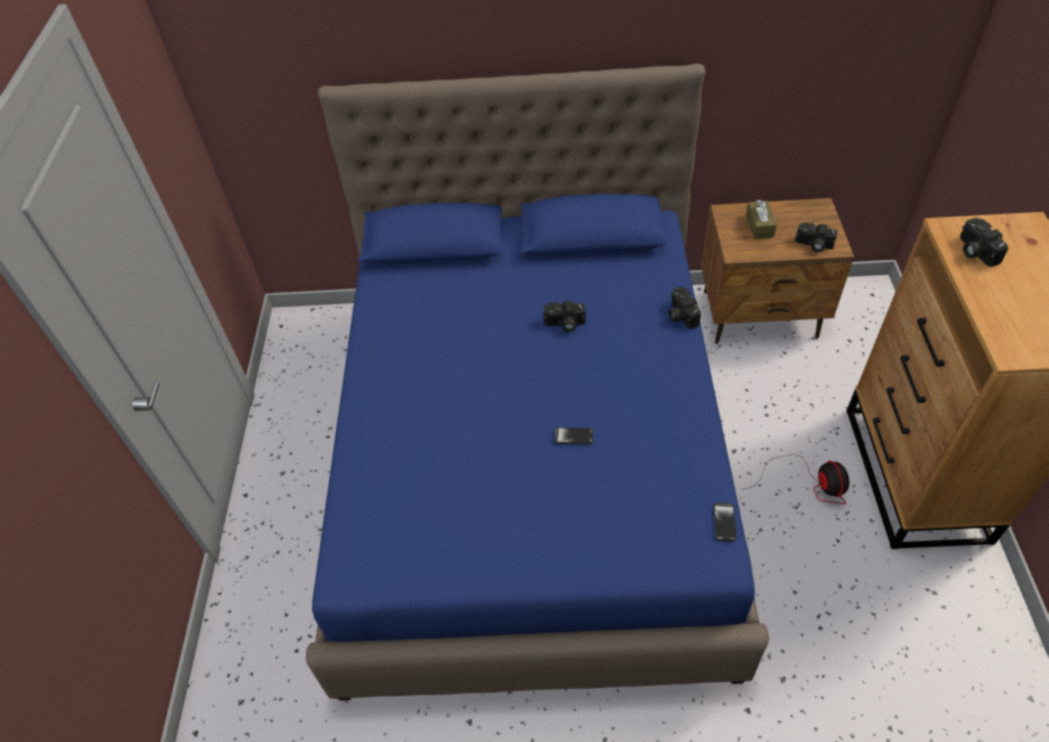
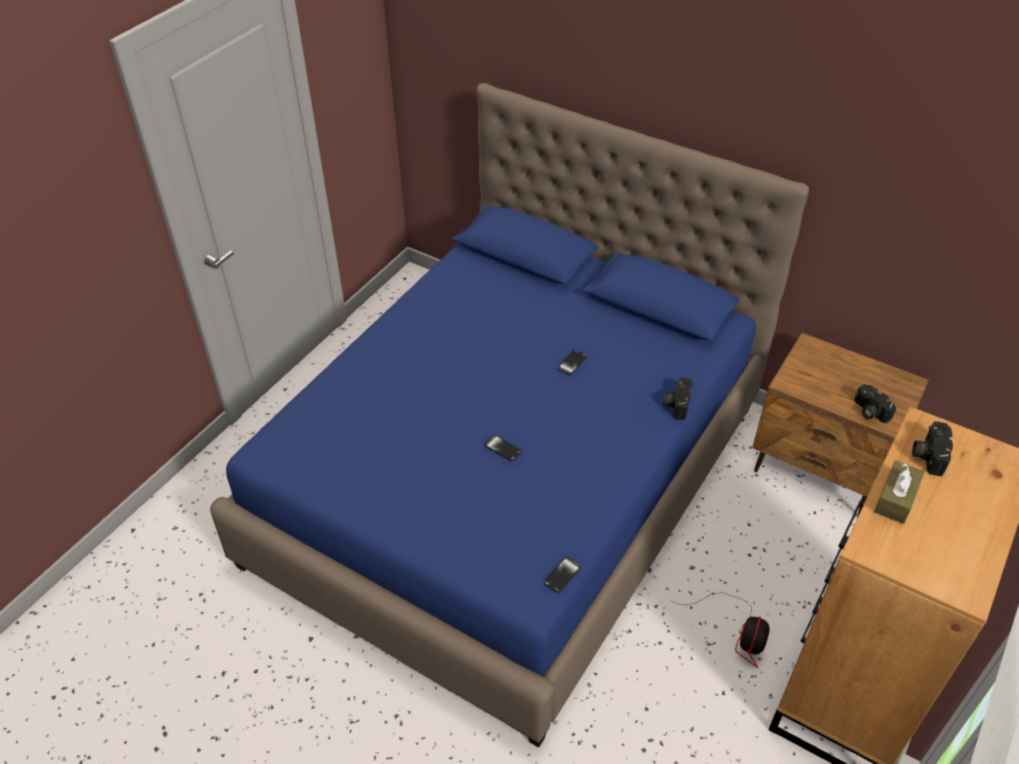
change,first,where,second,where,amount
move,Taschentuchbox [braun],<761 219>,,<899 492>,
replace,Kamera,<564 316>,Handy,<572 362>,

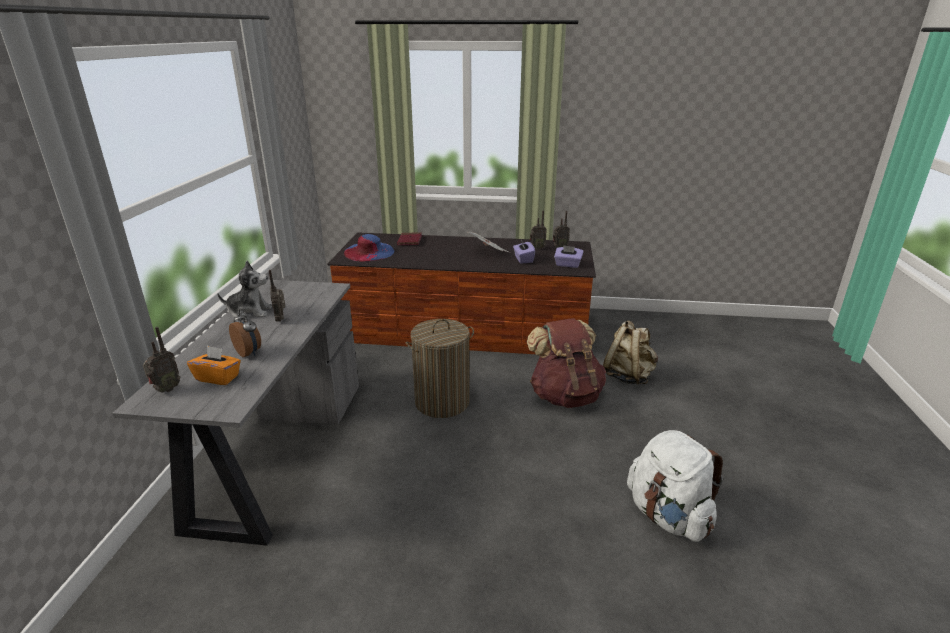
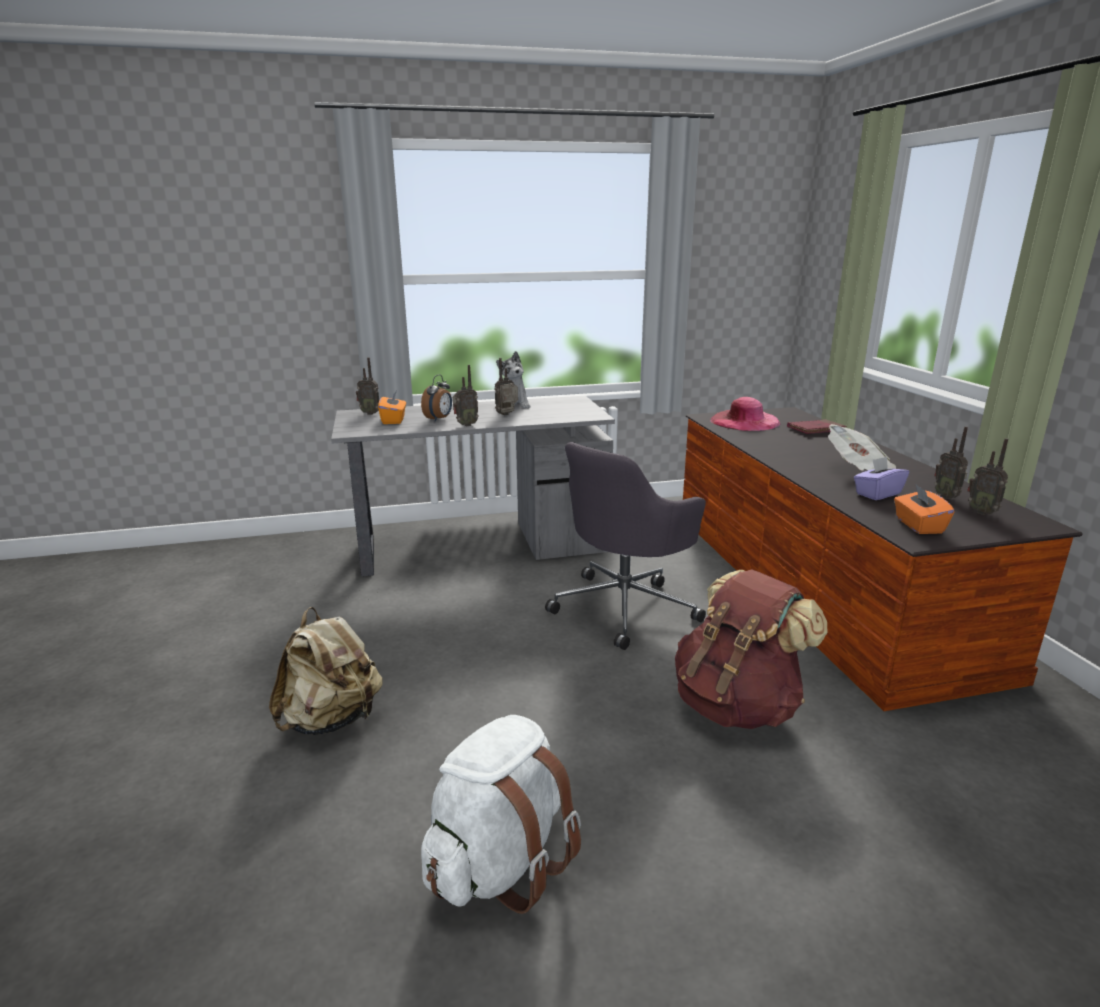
change,first,where,second,where,amount
recolor,Hut [blau],<369 247>,Hut [rosa],<745 414>,
recolor,Taschentuchbox [lila],<569 256>,Taschentuchbox [orange],<924 509>,
replace,Wäschekorb,<440 368>,Bürostuhl [grau],<625 546>,
move,Rucksack [beige],<630 352>,,<326 671>,
insert,,,Radio,<466 395>,

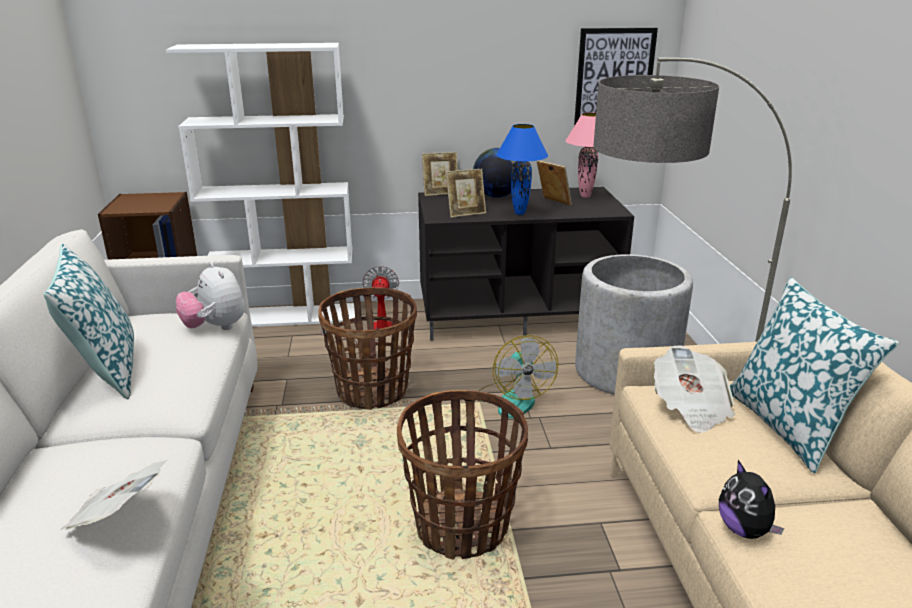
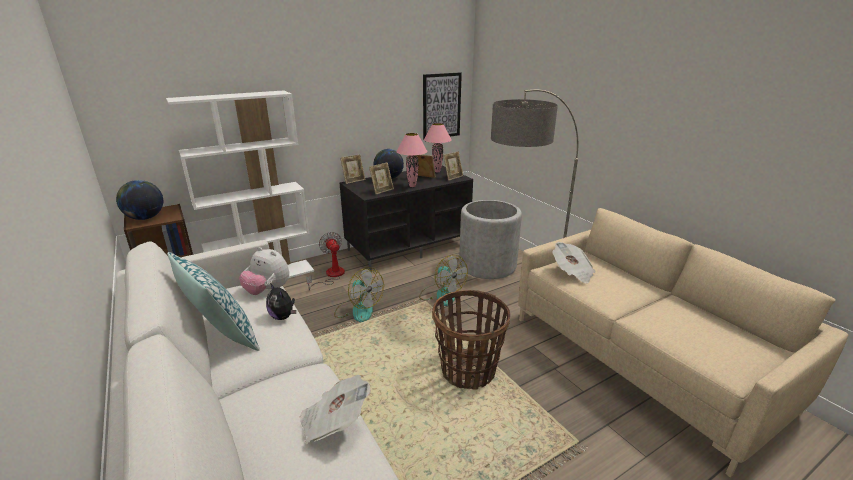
change,first,where,second,where,amount
recolor,Tischlampe [blau],<522 169>,Tischlampe [rosa],<412 160>,
delete,Kissen,<814 375>,,,
replace,Korb,<367 348>,Ventilator,<359 295>,
move,Plüschtier,<751 499>,,<281 301>,
insert,,,Bilderrahmen,<453 166>,
insert,,,Globus,<139 200>,

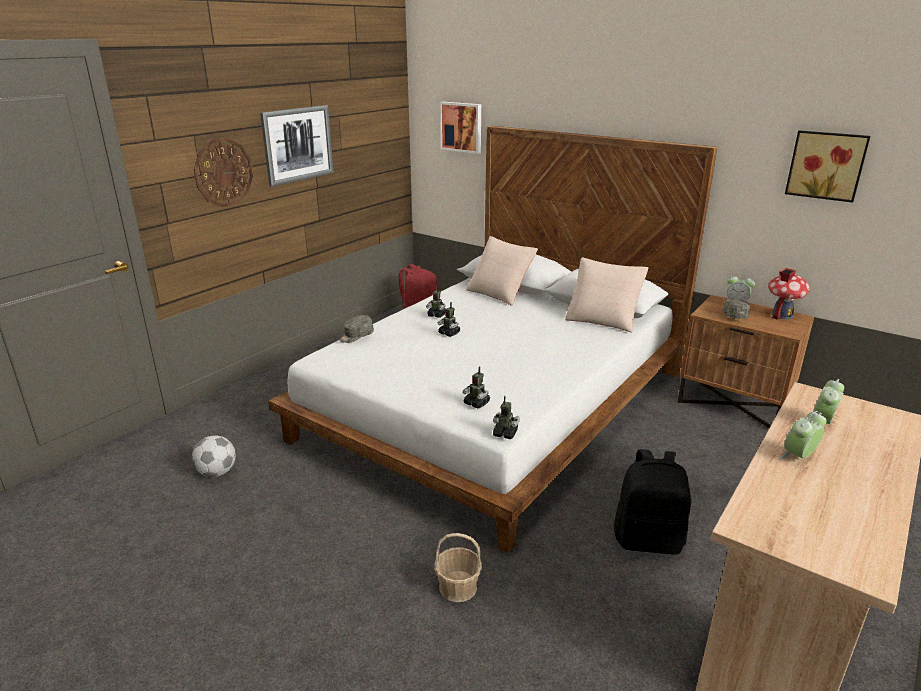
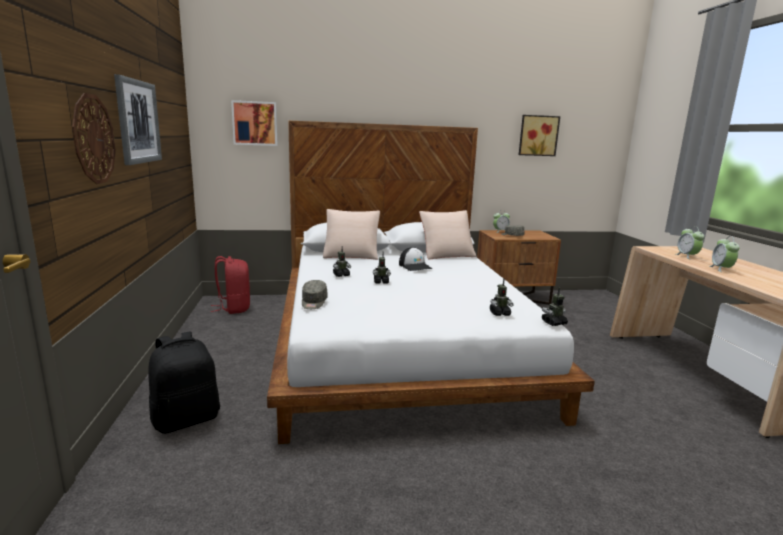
change,first,where,second,where,amount
delete,Spielzeughaus,<789 294>,,,
delete,Fußball,<214 456>,,,
move,Rucksack [schwarz],<652 502>,,<184 382>,
delete,Korb,<458 567>,,,
insert,,,Kappe,<415 259>,

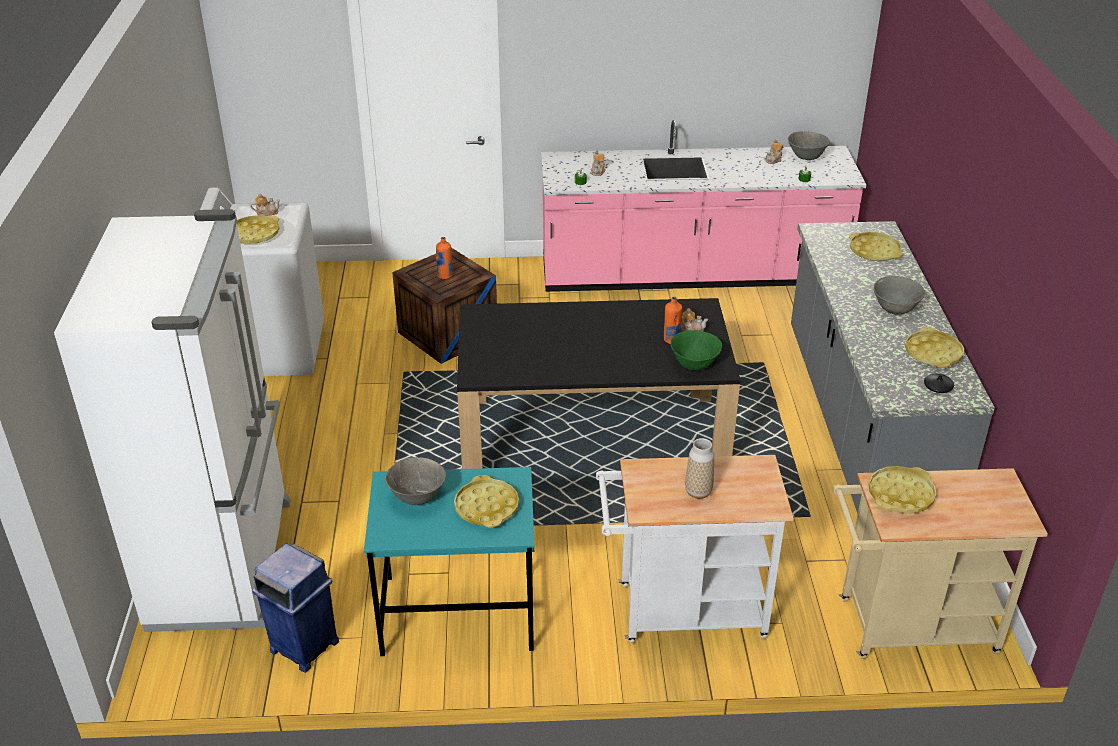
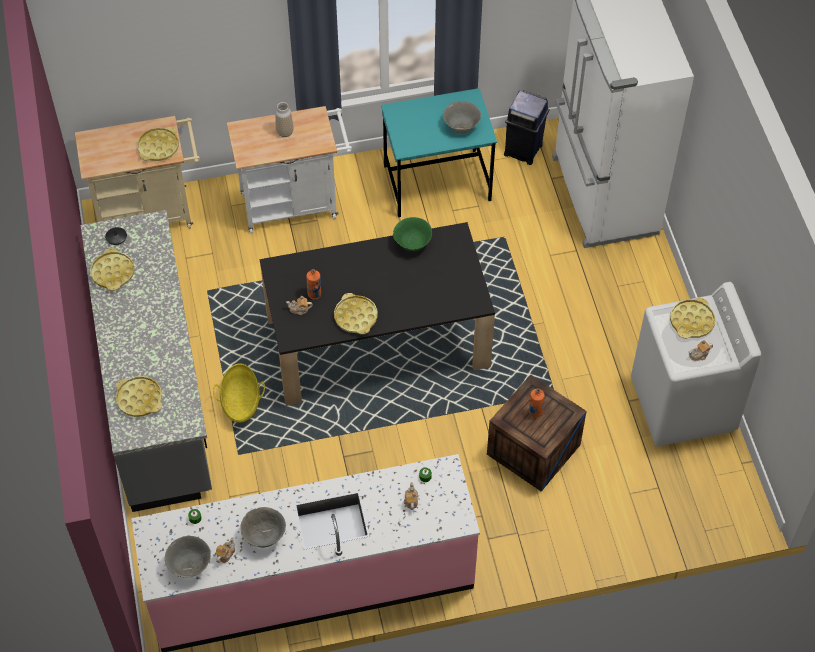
change,first,where,second,where,amount
move,Schüssel [grau],<899 295>,,<263 527>,
move,Schüssel [grün],<696 350>,,<412 234>,
move,Tablett [gelb],<486 501>,,<356 314>,
insert,,,Korb,<239 393>,

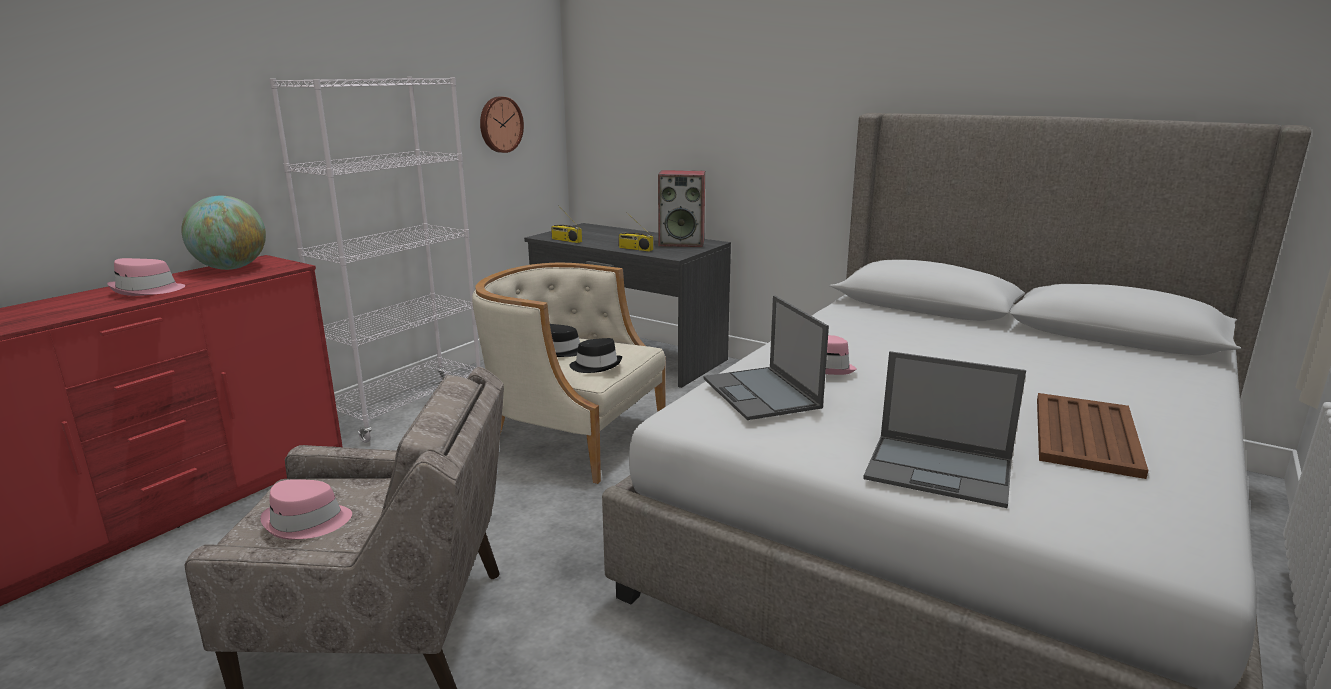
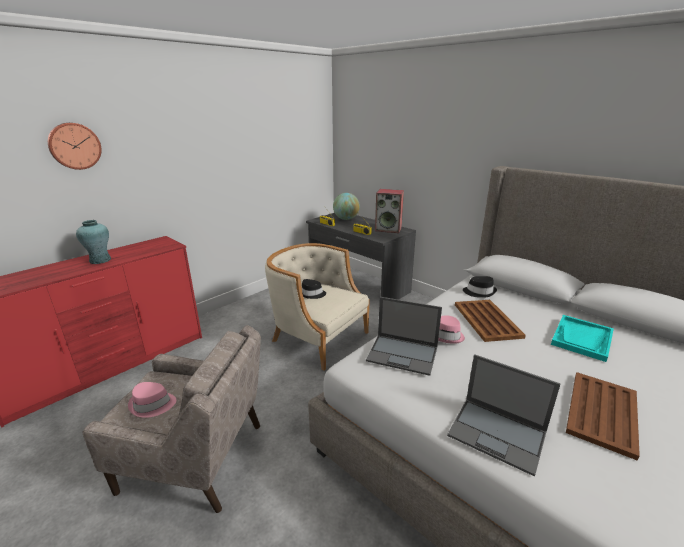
change,first,where,second,where,amount
delete,Bücherregal [weiß],<374 260>,,,
move,Wanduhr,<502 125>,,<75 146>,
move,Globus,<223 233>,,<346 206>,
replace,Hut [rosa],<146 277>,Vase [türkis],<93 242>,
rotate,Laptop,<766 358>,,<404 336>,60 degrees counterclockwise
move,Hut [schwarz],<595 355>,,<480 287>,
insert,,,Tablett [braun],<490 321>,
insert,,,Tablett [türkis],<582 338>,

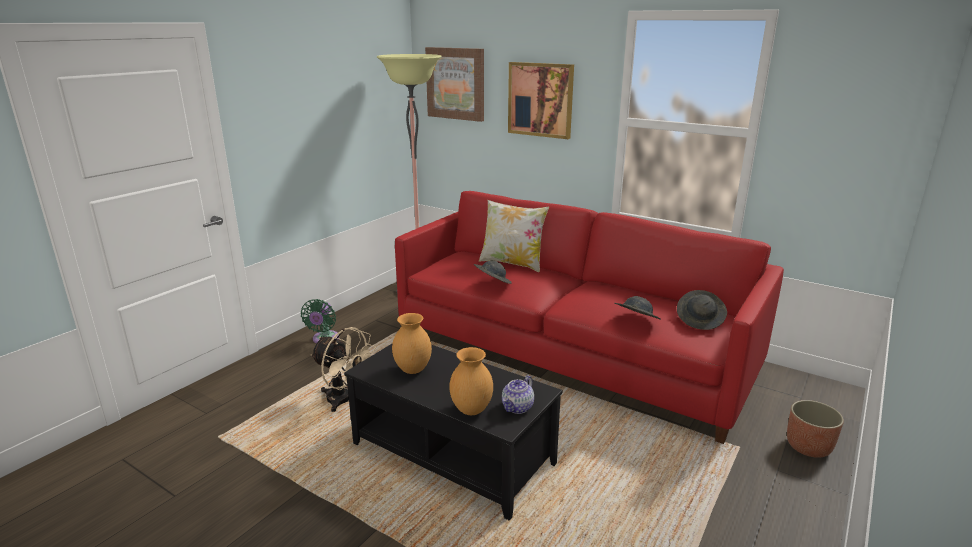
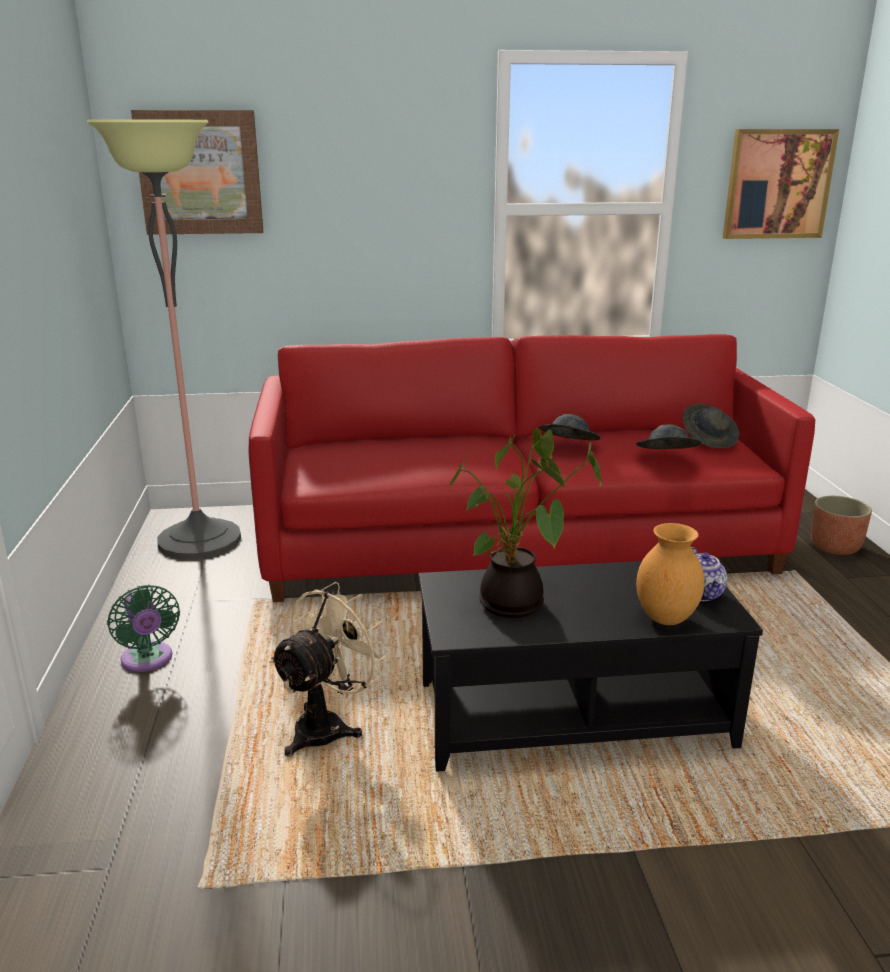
change,first,where,second,where,amount
move,Bild,<541 100>,,<781 184>,
delete,Kissen,<514 236>,,,
move,Hut [grau],<493 272>,,<570 427>,
replace,Vase [braun],<412 343>,Topfpflanze,<525 523>,
rotate,Ventilator [beige],<343 369>,,<329 669>,45 degrees counterclockwise

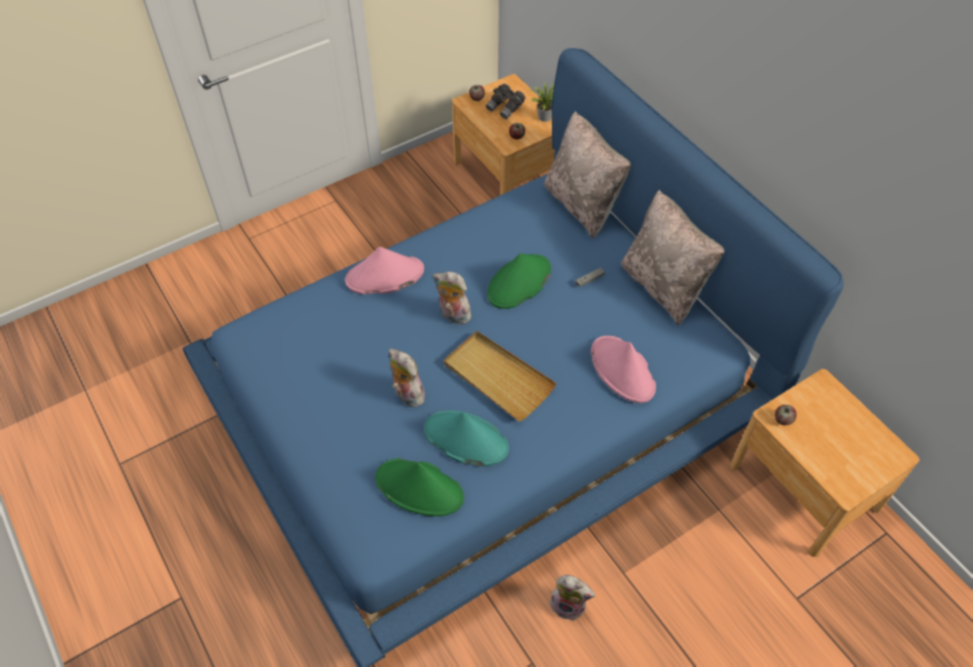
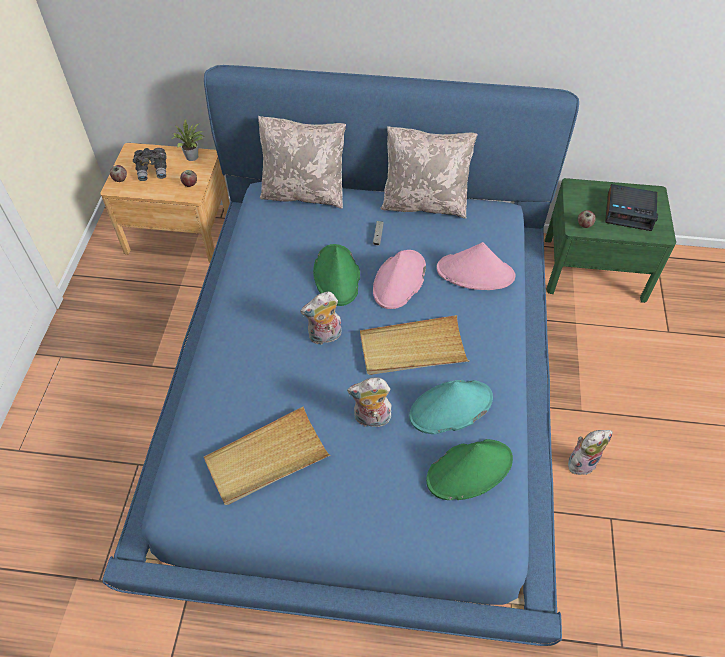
change,first,where,second,where,amount
move,Hut [rosa],<384 270>,,<399 279>,
recolor,Nachttisch [braun],<825 463>,Nachttisch [grün],<610 240>,
insert,,,Wecker,<631 207>,
insert,,,Tablett [beige],<267 456>,

